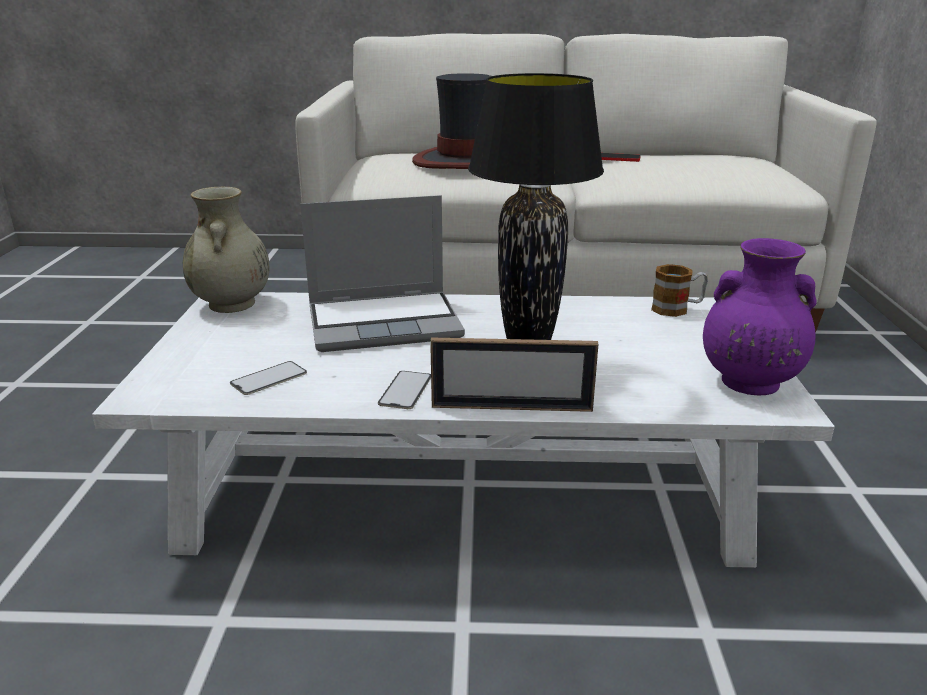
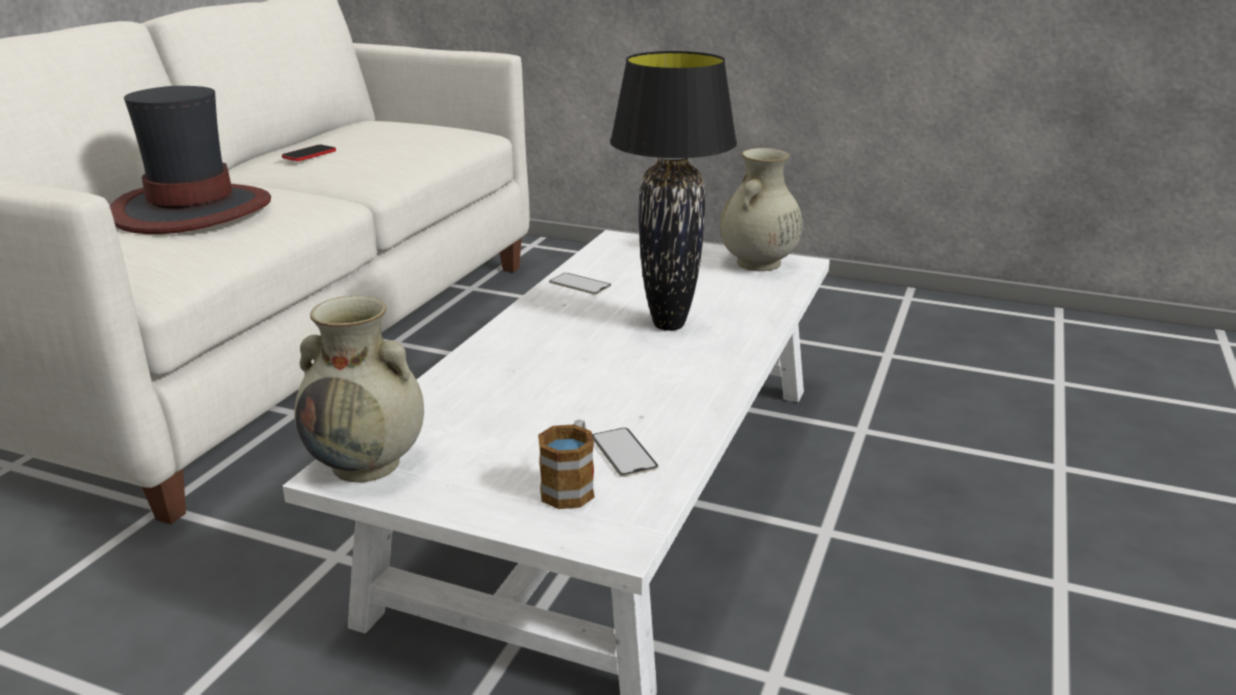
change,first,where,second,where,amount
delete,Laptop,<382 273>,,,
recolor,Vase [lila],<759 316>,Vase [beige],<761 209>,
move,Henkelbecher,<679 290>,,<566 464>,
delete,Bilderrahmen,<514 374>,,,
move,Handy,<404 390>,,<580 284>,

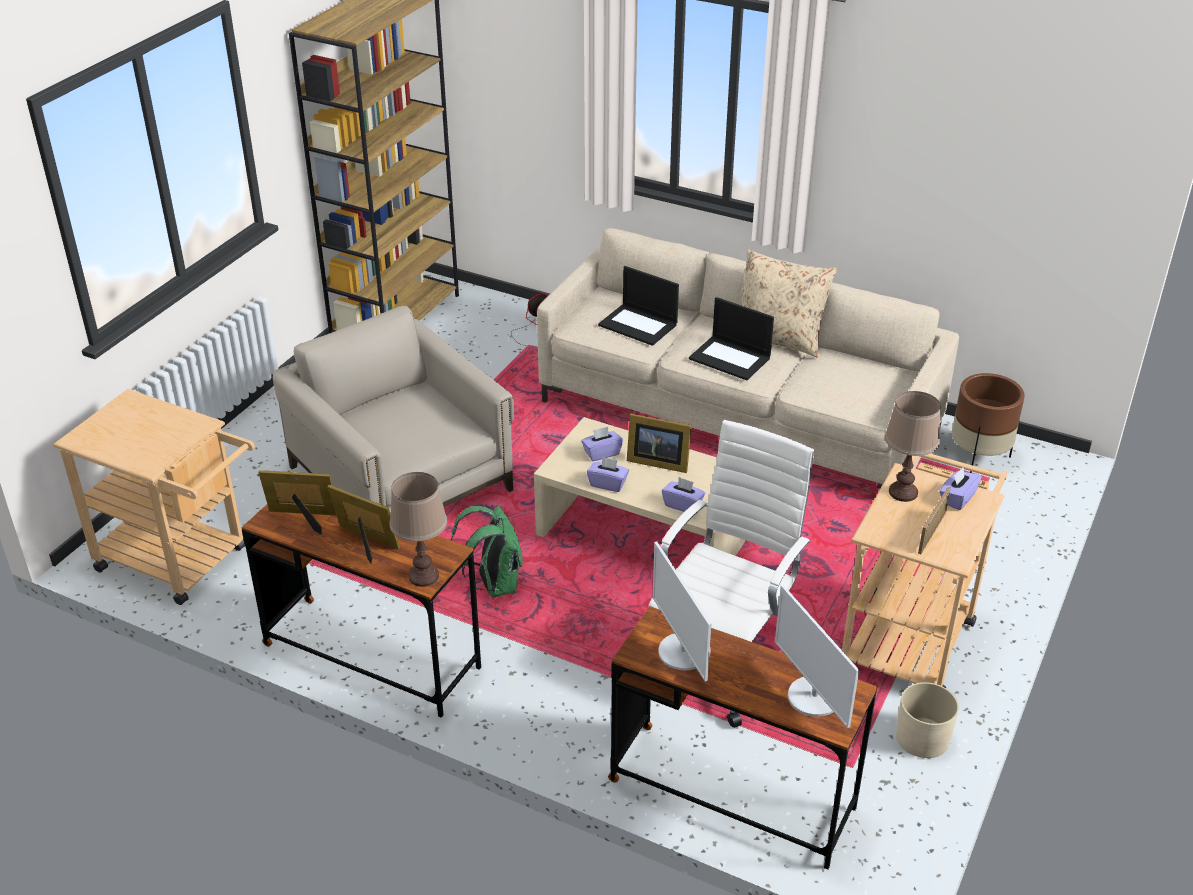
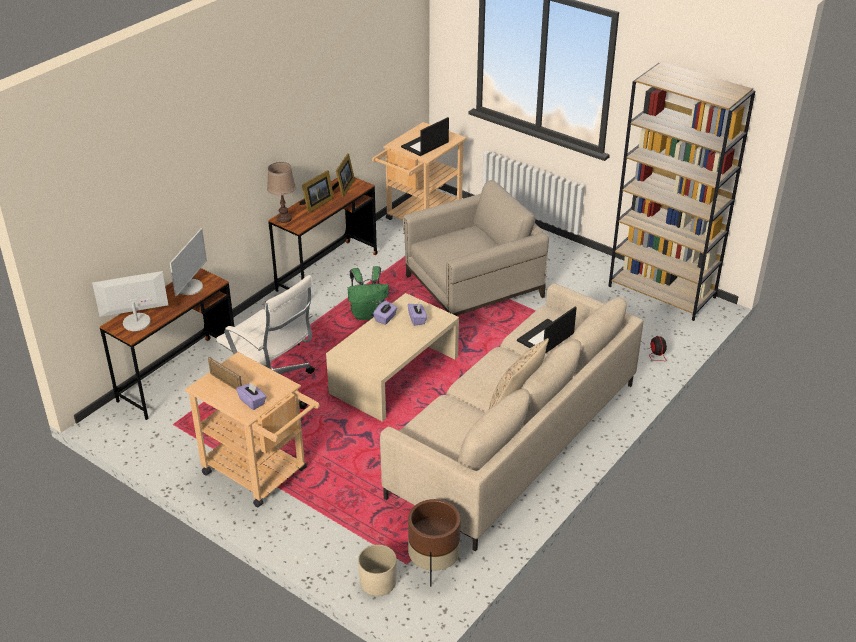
change,first,where,second,where,amount
move,Laptop,<731 338>,,<425 136>,
delete,Tischlampe [braun],<913 446>,,,
delete,Bilderrahmen,<659 443>,,,
delete,Taschentuchbox [lila],<684 494>,,,
rotate,Monitor,<682 611>,,<188 262>,120 degrees clockwise
move,Pflanzkübel [beige],<927 720>,,<377 570>,

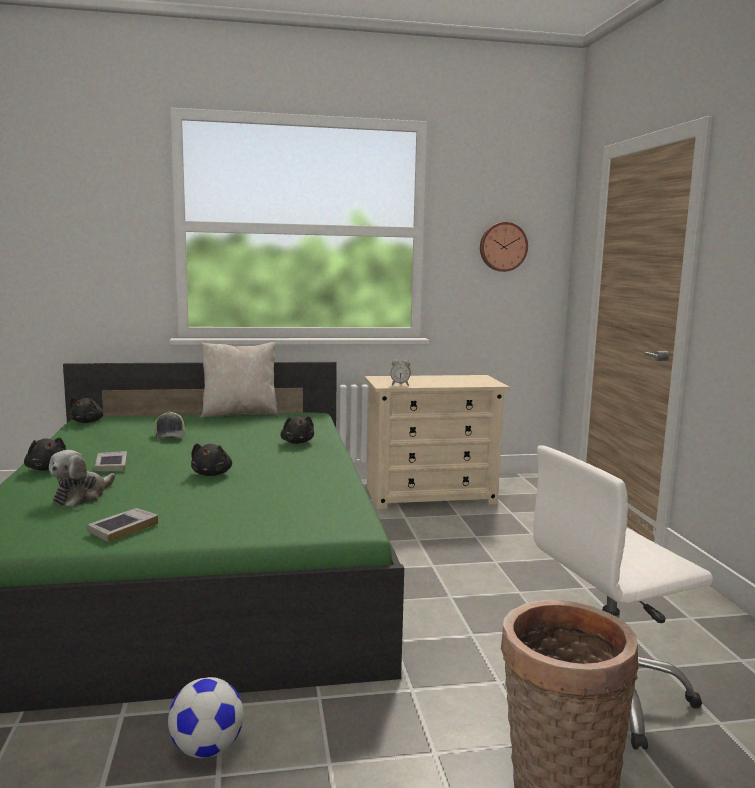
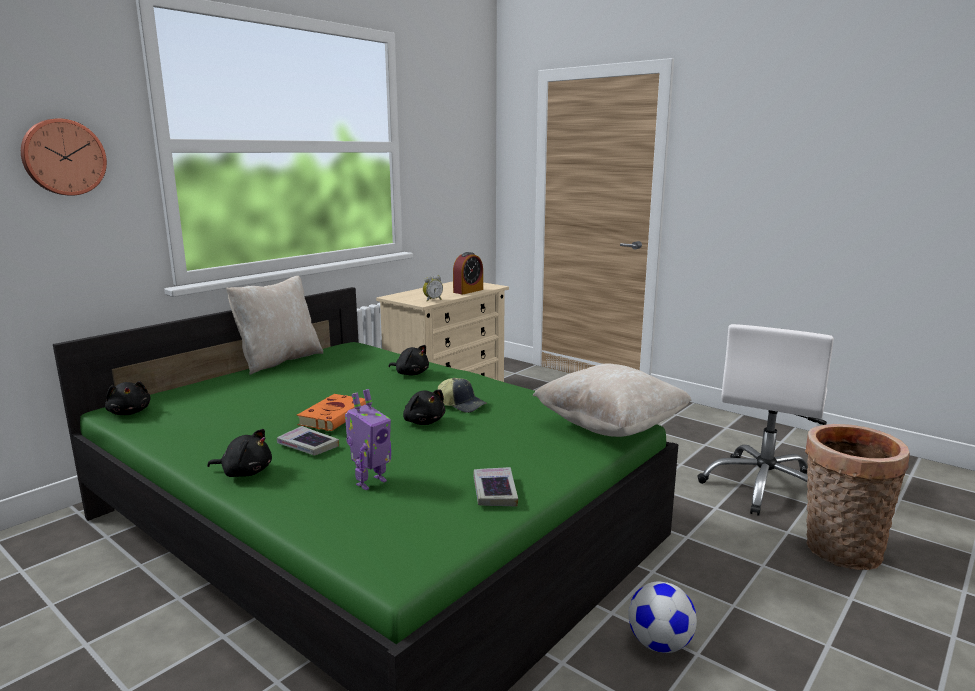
change,first,where,second,where,amount
move,Wanduhr,<504 247>,,<64 157>,
move,Kappe,<170 426>,,<462 395>,
replace,Plüschtier,<82 478>,Spielzeugroboter,<368 439>,
insert,,,Wecker,<468 273>,
insert,,,Kissen [beige],<611 400>,
insert,,,Buch [orange],<331 412>,

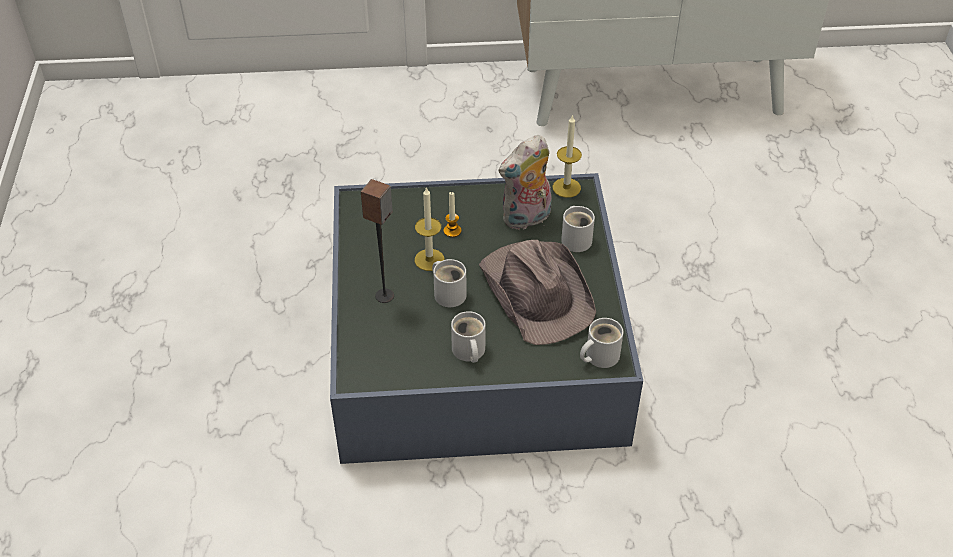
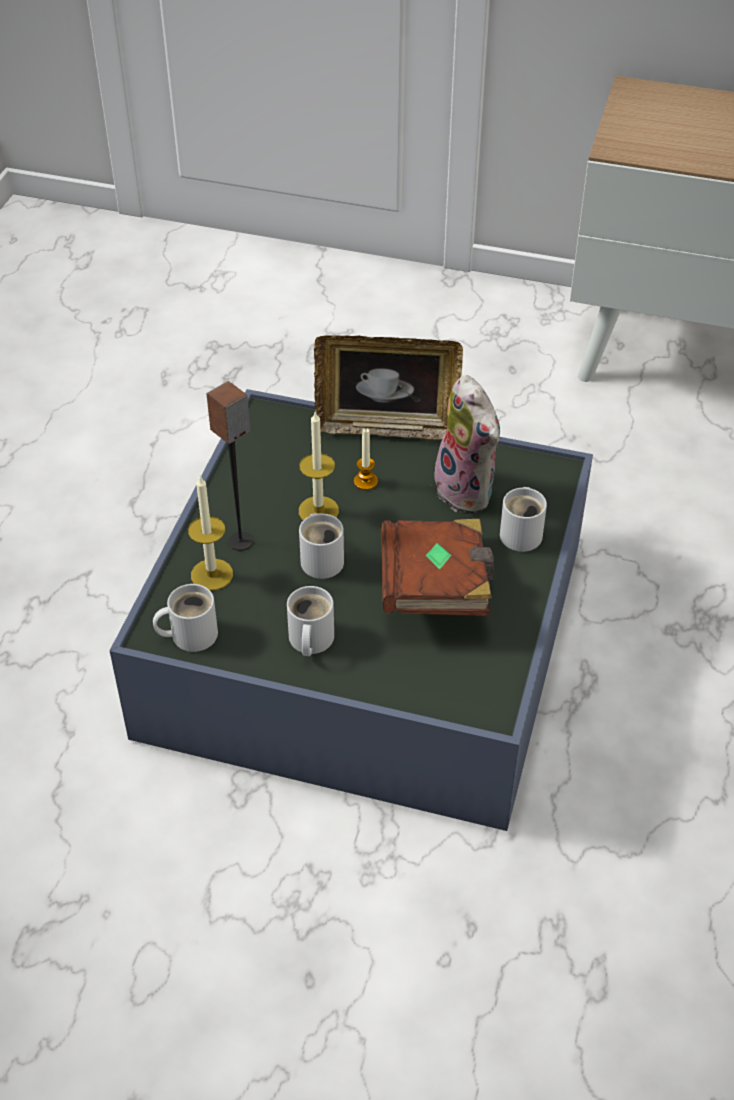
change,first,where,second,where,amount
move,Kerze,<567 156>,,<210 533>,
rotate,Plüschtier,<525 183>,,<465 444>,105 degrees counterclockwise
replace,Hut [braun],<537 292>,Buch [braun],<437 567>,
move,Henkelbecher [weiß],<601 343>,,<185 618>,
insert,,,Bilderrahmen,<388 387>,

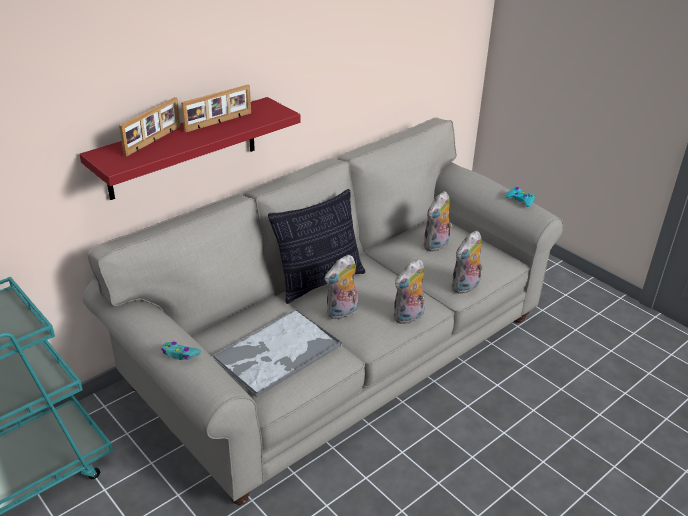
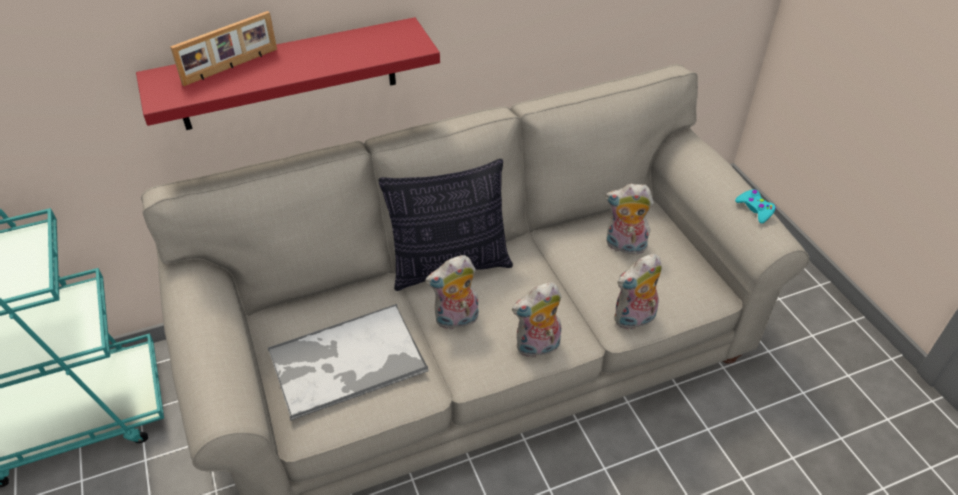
change,first,where,second,where,amount
delete,Bilderrahmen,<216 108>,,,
rotate,Plüschtier,<437 221>,,<629 219>,45 degrees clockwise
delete,Gamepad [türkis],<181 351>,,,

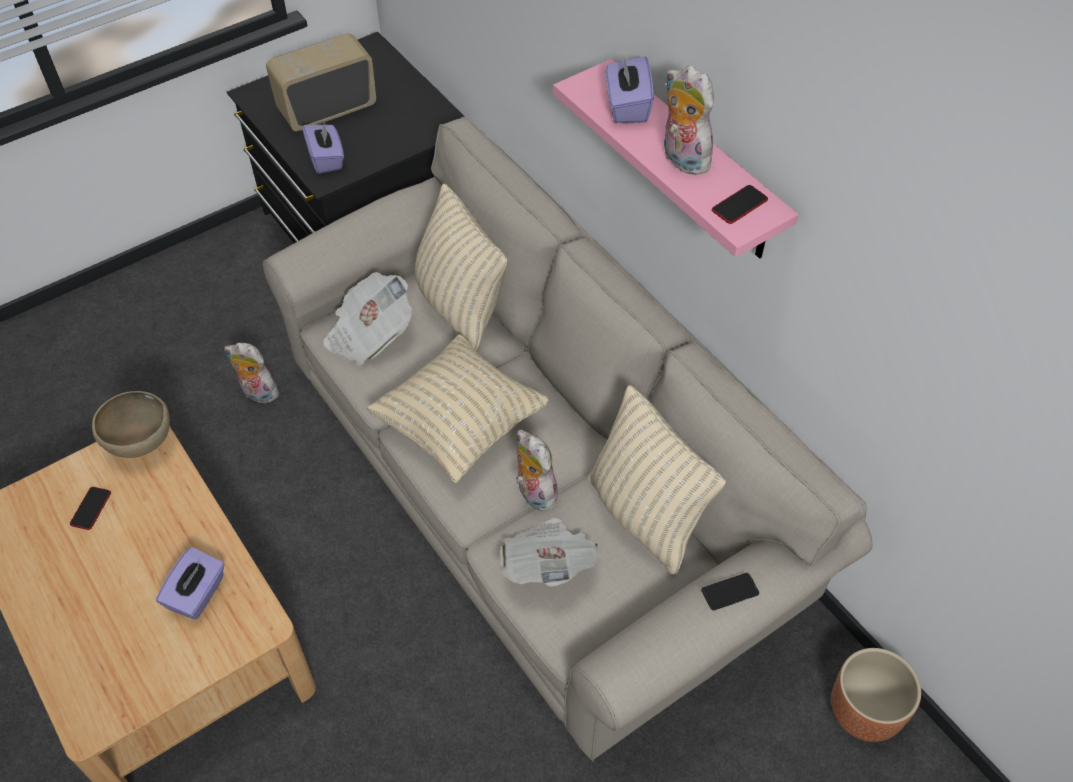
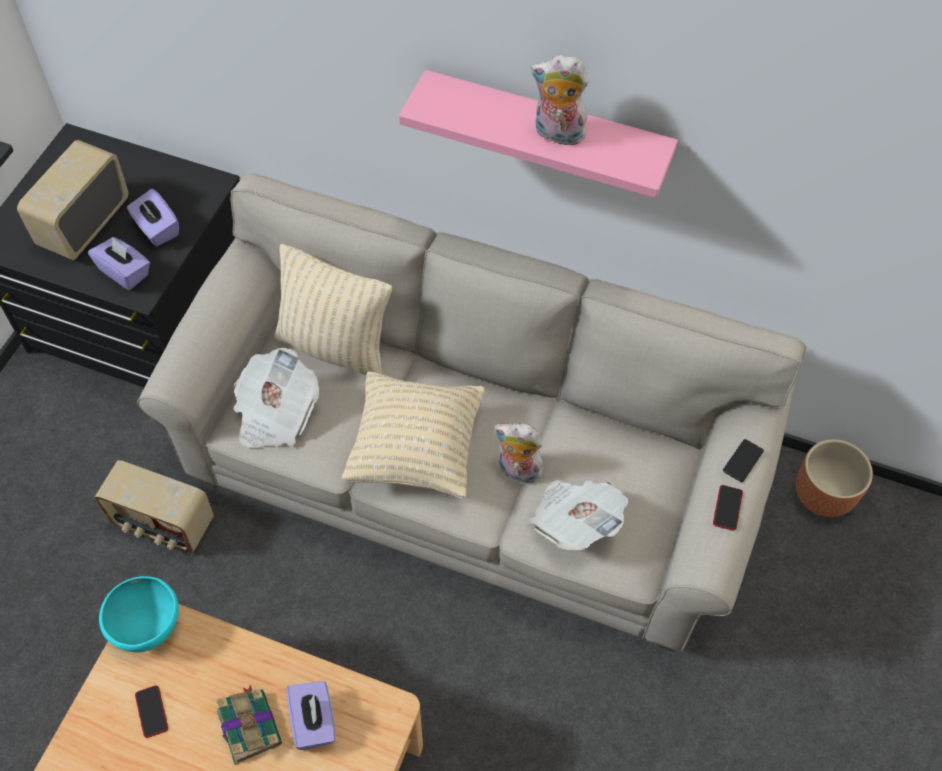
change,first,where,second,where,amount
move,Taschentuchbox [lila],<630 88>,,<153 218>,
move,Handy,<740 204>,,<728 508>,
replace,Plüschtier,<251 372>,Radio,<154 506>,
delete,Kissen [beige],<656 480>,,,
recolor,Schüssel [braun],<131 424>,Schüssel [türkis],<139 614>,
insert,,,Buch,<249 725>,

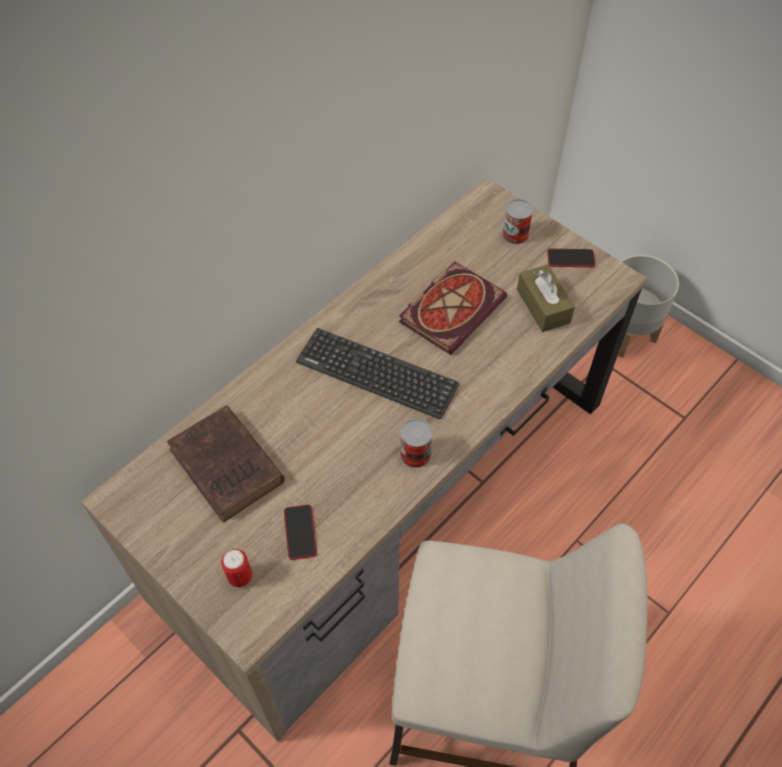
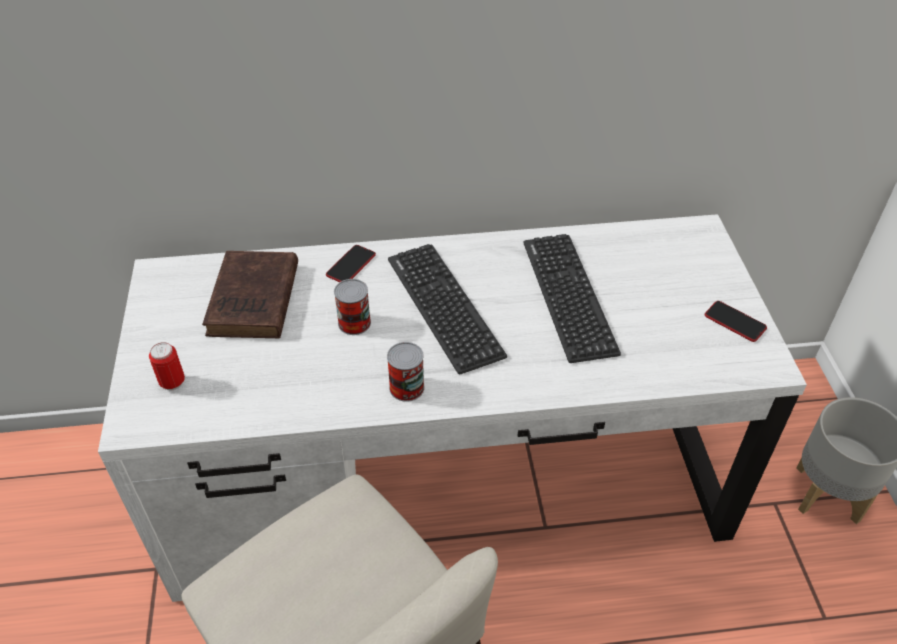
change,first,where,second,where,amount
recolor,Schreibtisch [braun],<364 459>,Schreibtisch [weiß],<452 408>,
move,Dose,<517 222>,,<352 307>,
replace,Buch,<453 308>,Tastatur,<572 298>,
delete,Taschentuchbox [braun],<546 298>,,,
move,Handy,<300 532>,,<351 263>,

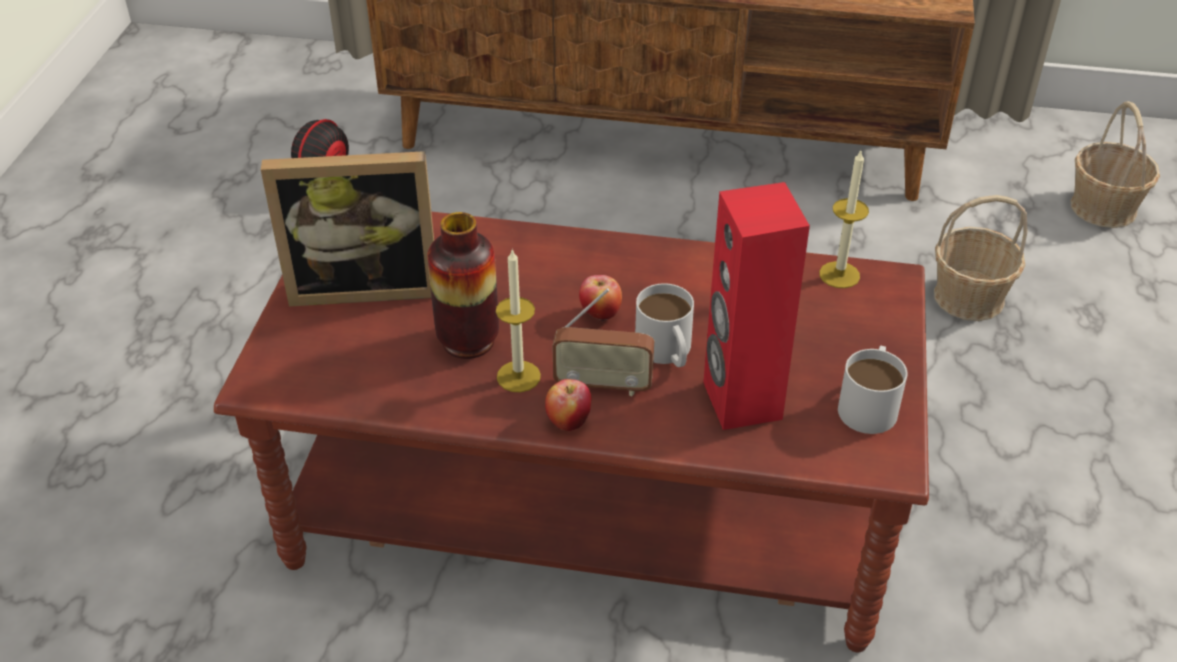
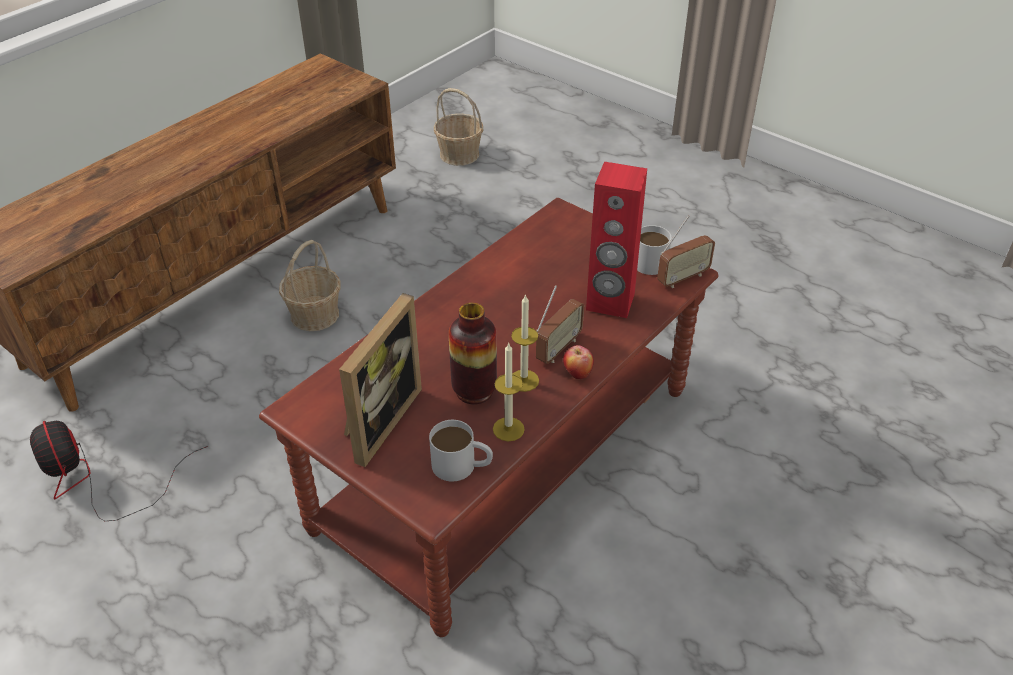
change,first,where,second,where,amount
move,Kerze,<844 219>,,<509 392>,
move,Korb,<981 258>,,<309 285>,
delete,Apfel,<600 298>,,,
move,Henkelbecher [weiß],<664 325>,,<461 451>,
insert,,,Radio,<686 251>,

